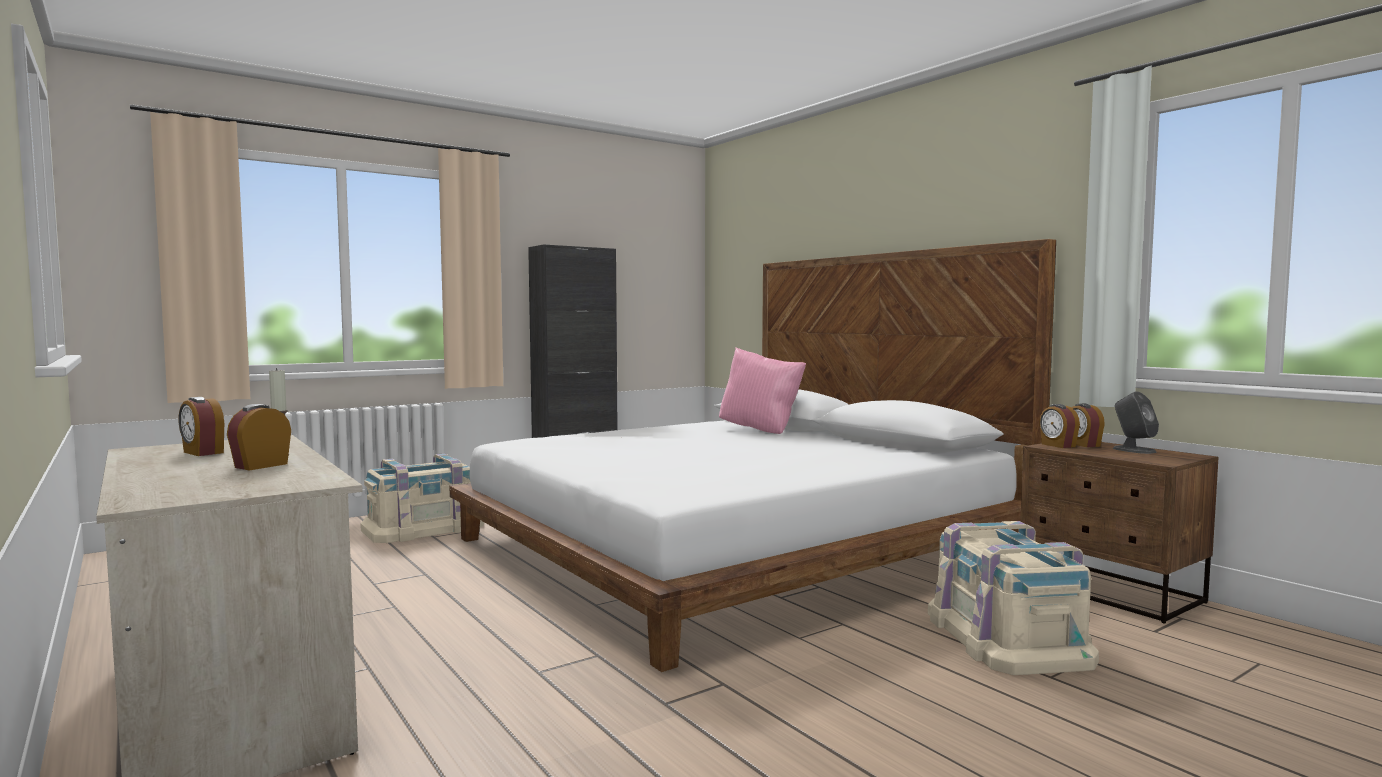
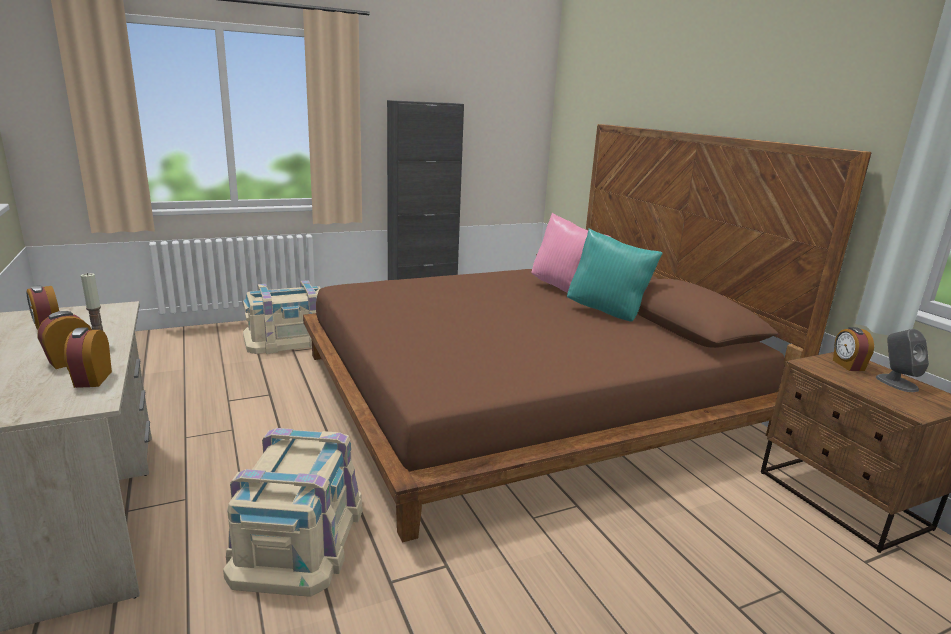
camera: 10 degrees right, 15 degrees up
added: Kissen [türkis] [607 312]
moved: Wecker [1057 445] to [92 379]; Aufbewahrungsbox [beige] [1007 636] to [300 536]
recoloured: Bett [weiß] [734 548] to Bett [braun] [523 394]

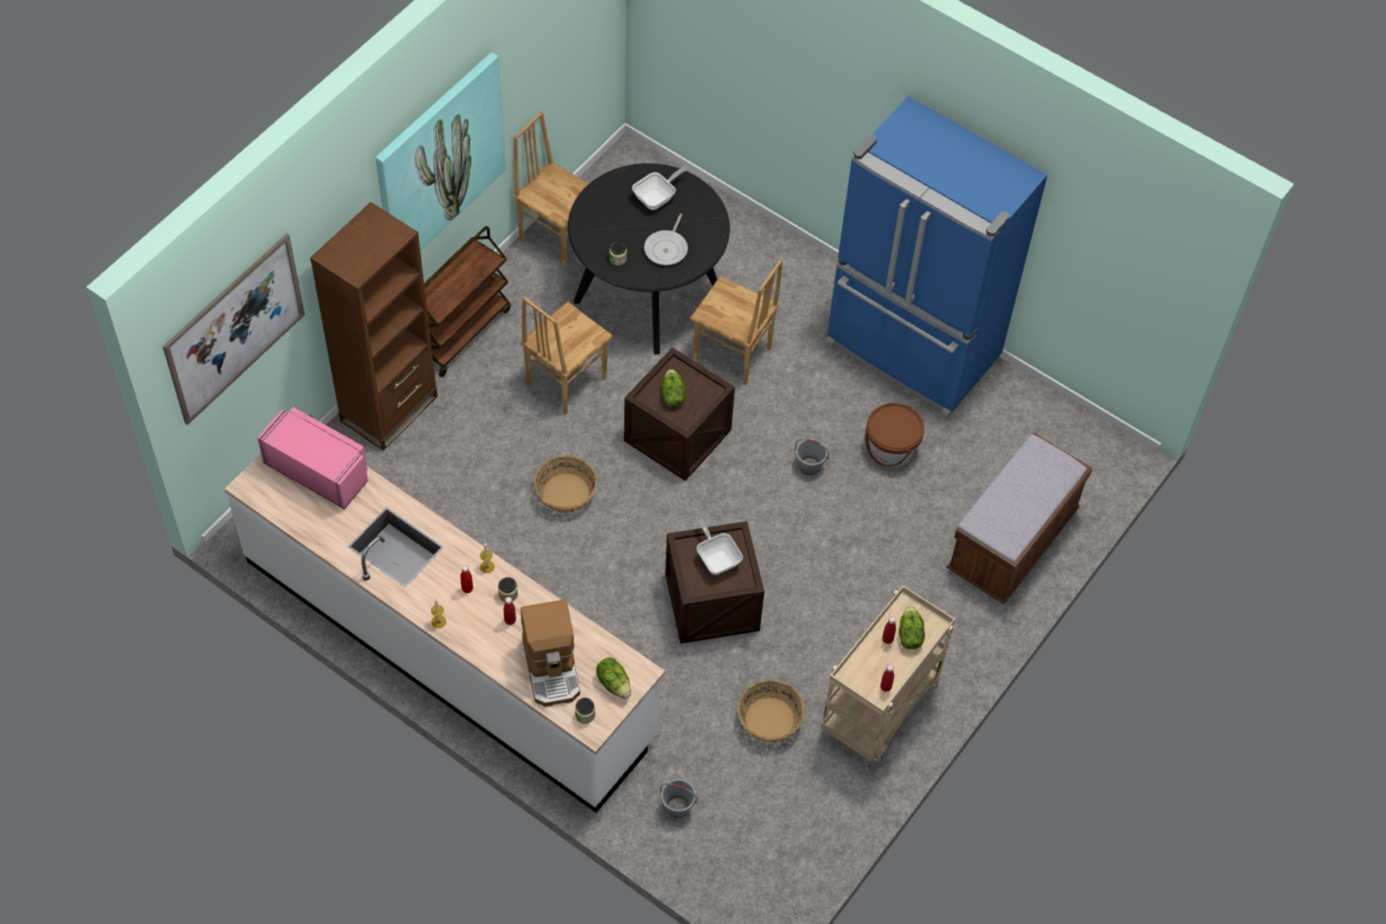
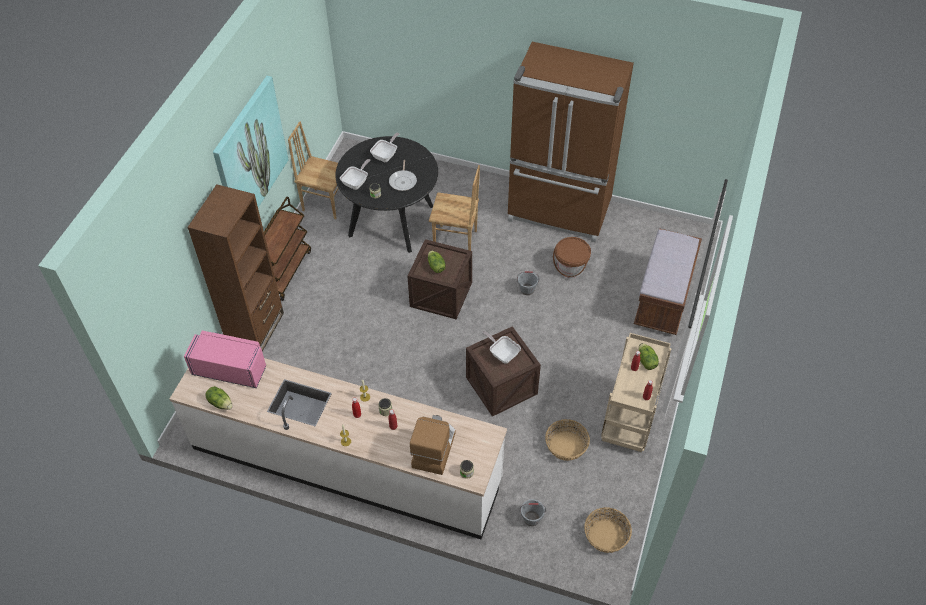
camera: 15 degrees left, 5 degrees down
removed: Bild [235 329]; Stuhl [braun] [565 381]
added: Pfanne [356 182]
moved: Salatkopf [614 683] to [221 403]; Korb [565 494] to [606 536]
recoloured: Kühlschrank [blau] [911 354] to Kühlschrank [braun] [559 212]
turned: Kaffeemaschine [552 668] = [433 448] 135 degrees counterclockwise

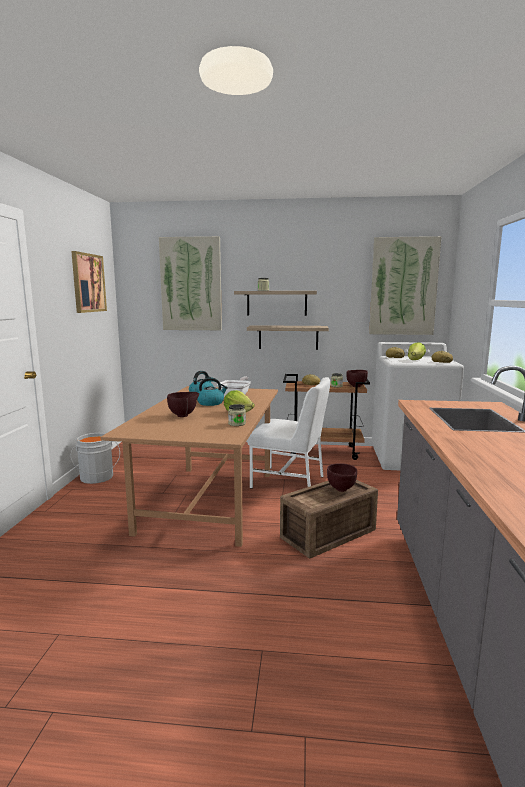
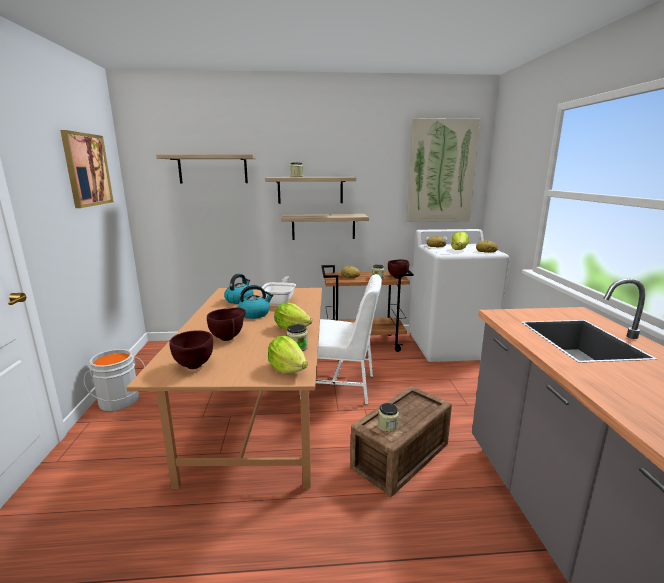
camera: 10 degrees left, 5 degrees up
added: Salatkopf [287 369]; Vorratsglas [387 426]
moved: Schüssel [braun] [341 490] to [194 367]
replaced: Bild [191 284] to Wandregal [213 169]

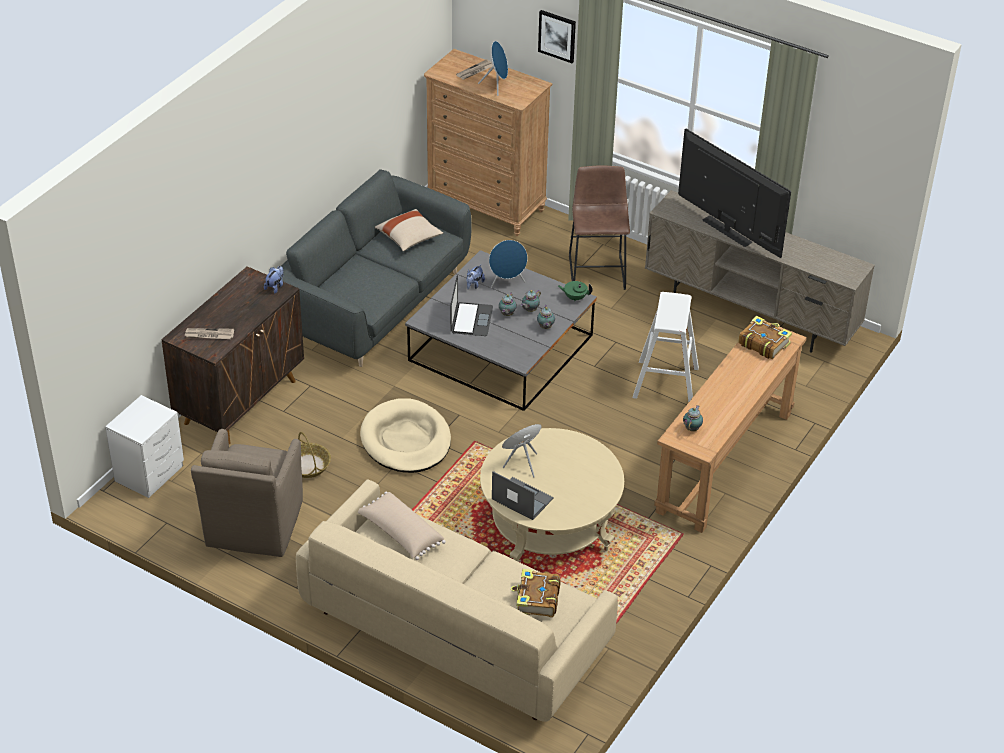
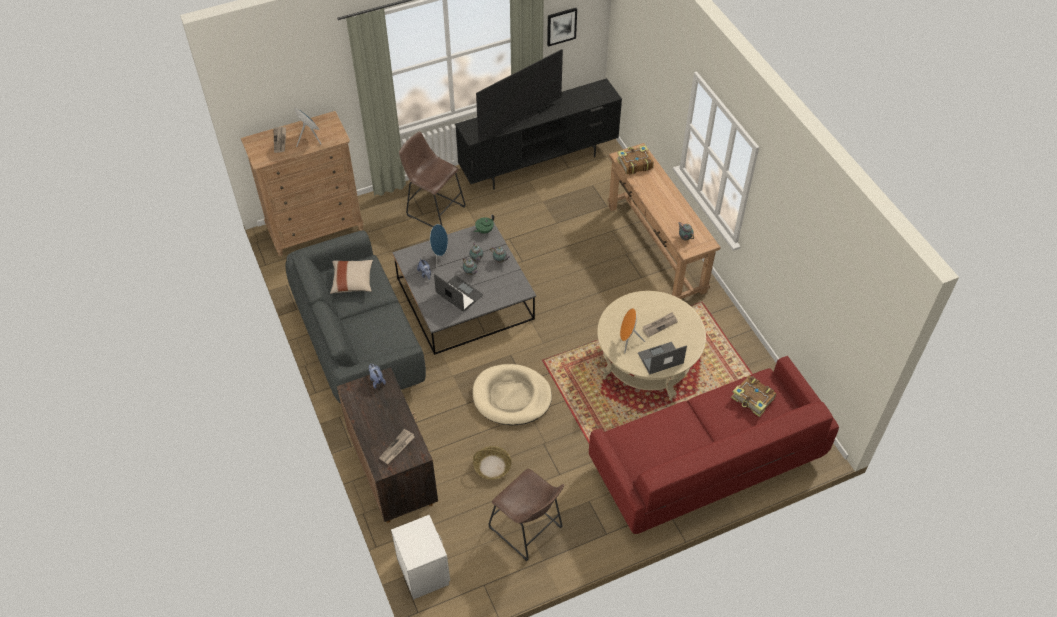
camera: 55 degrees left, 10 degrees up
removed: Kissen [beige] [400 533]; Hocker [weiß] [665 382]
added: Zeitung [659 325]
moved: Bild [557 36] to [561 26]
replaced: Sessel [braun] [253 526] to Hocker [braun] [528 530]
recoloured: Fernsehschrank [beige] [751 314] to Fernsehschrank [schwarz] [539 163]; Sofa [beige] [456 629] to Sofa [rot] [705 461]
turned: Fernseher [727 231] = [519 121] 150 degrees clockwise

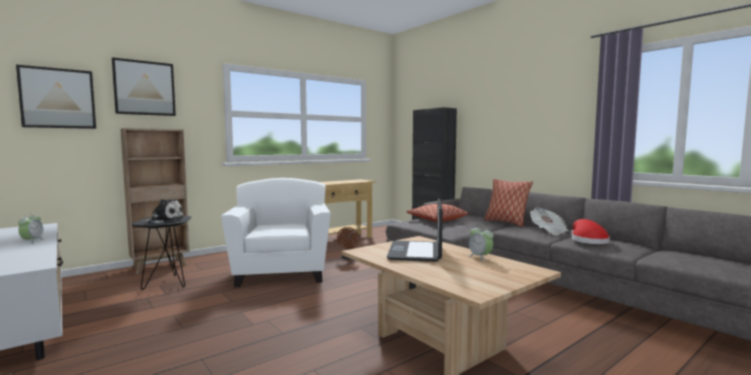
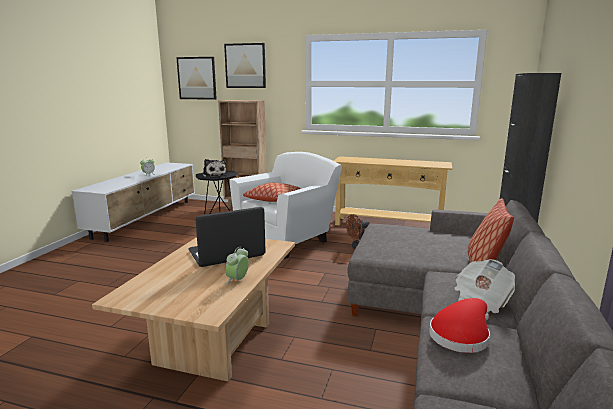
camera: 55 degrees right, 10 degrees up
moved: Kissen [436 219] to [272 198]

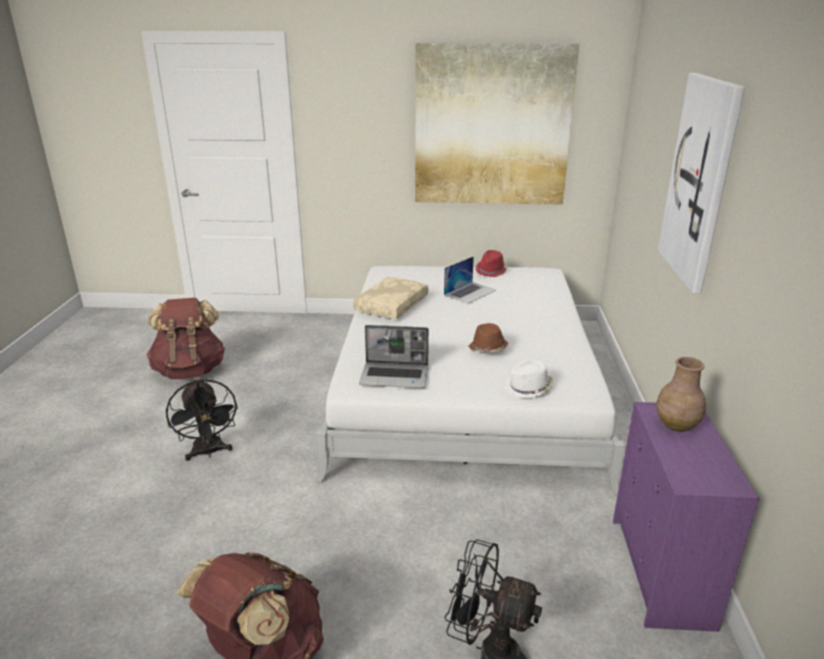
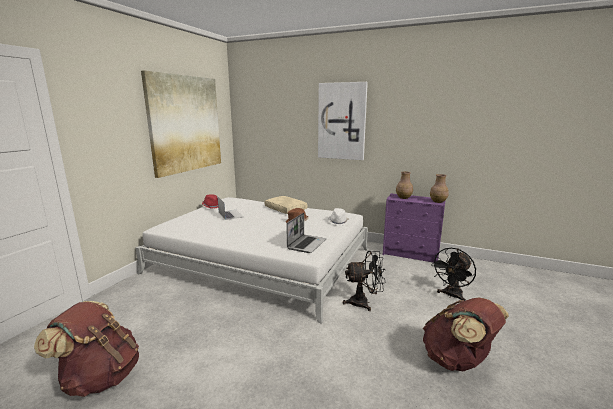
camera: 70 degrees left, 10 degrees down
added: Vase [braun] [438 201]
moved: Kissen [beige] [391 305] to [285 209]; Ventilator [schwarz] [208 452] to [364 303]

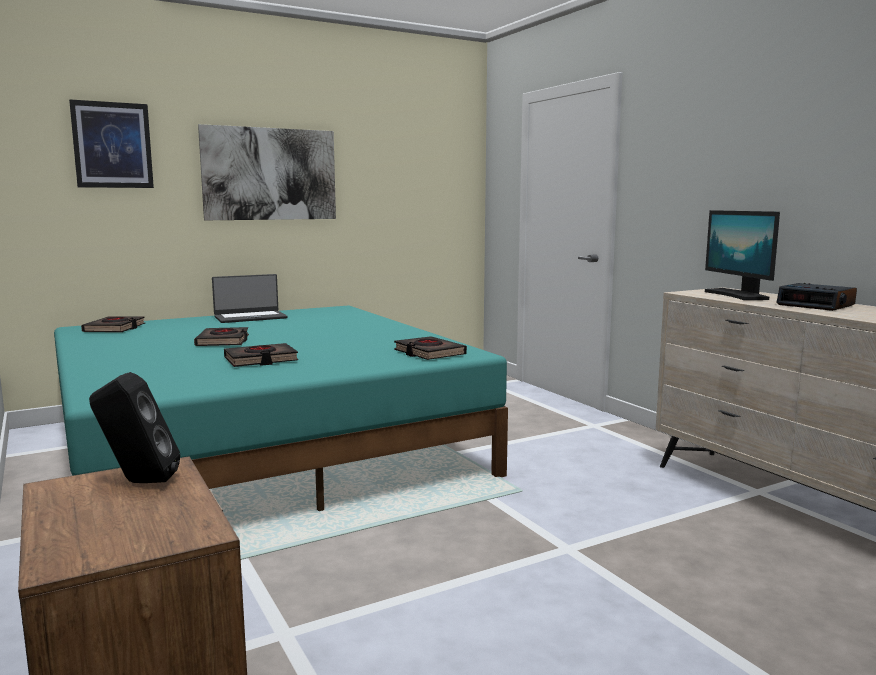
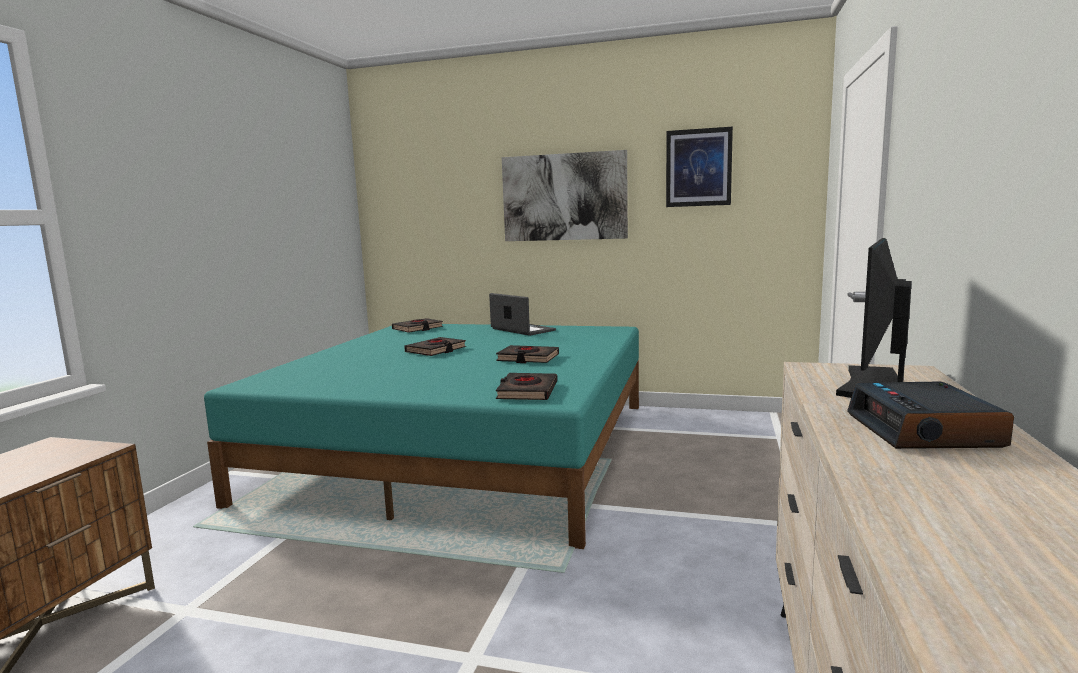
camera: 45 degrees right, 0 degrees up
removed: Lautsprecher [schwarz] [138 482]
moved: Buch [schwarz] [261 360] to [528 358]; Bild [112 145] to [698 168]
turned: Laptop [250 317] = [522 330] 150 degrees counterclockwise

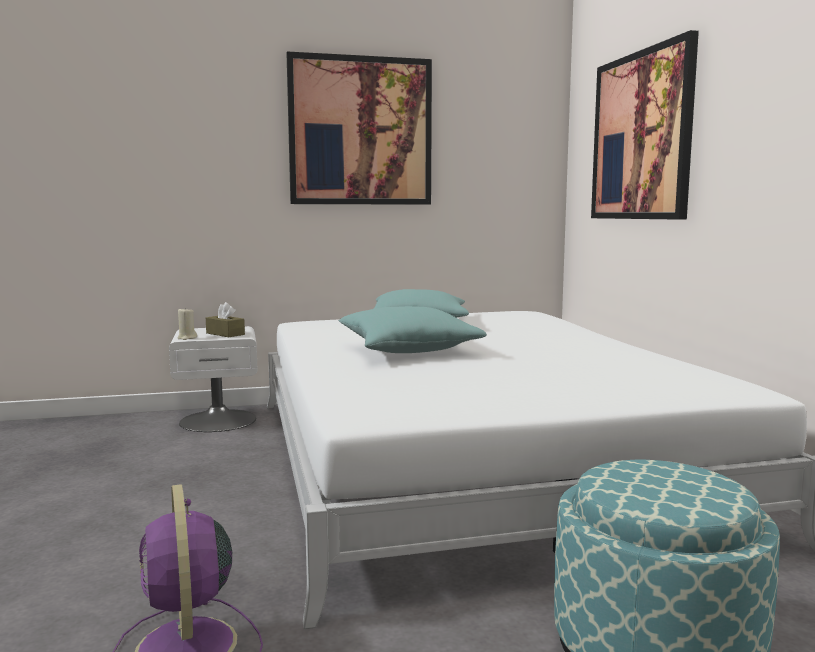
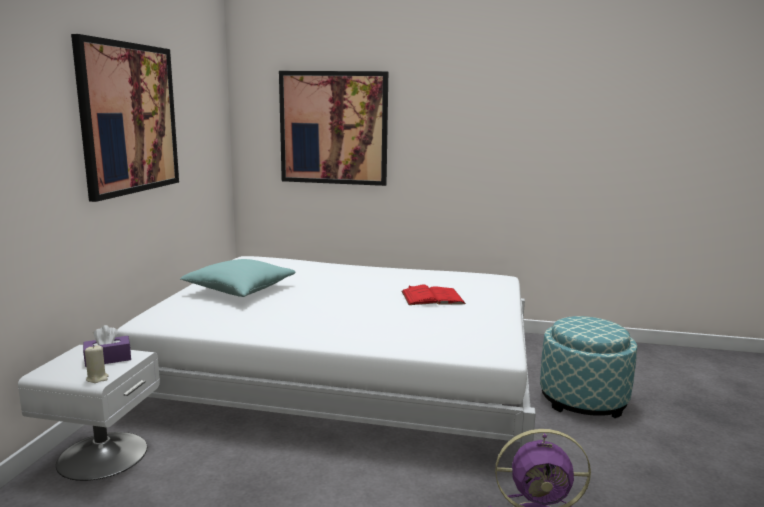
camera: 65 degrees left, 5 degrees up
removed: Kissen [türkis] [408 350]
added: Buch [rot] [432 297]
recoloured: Taschentuchbox [braun] [225 334] to Taschentuchbox [lila] [108 359]

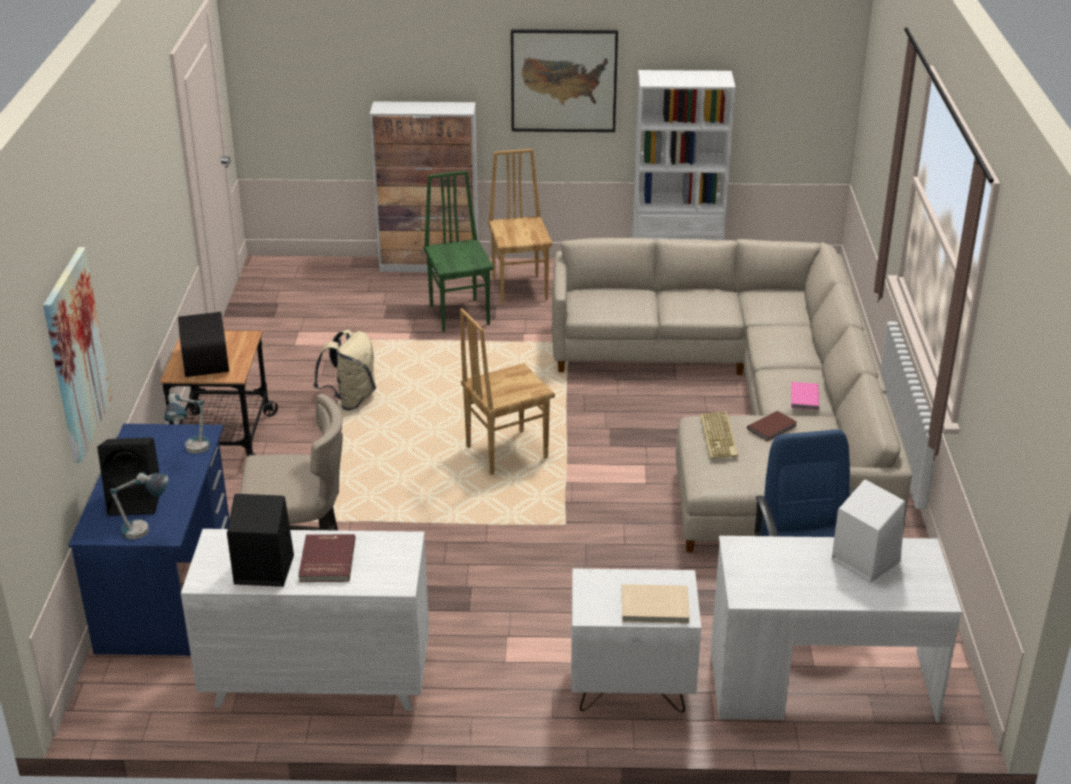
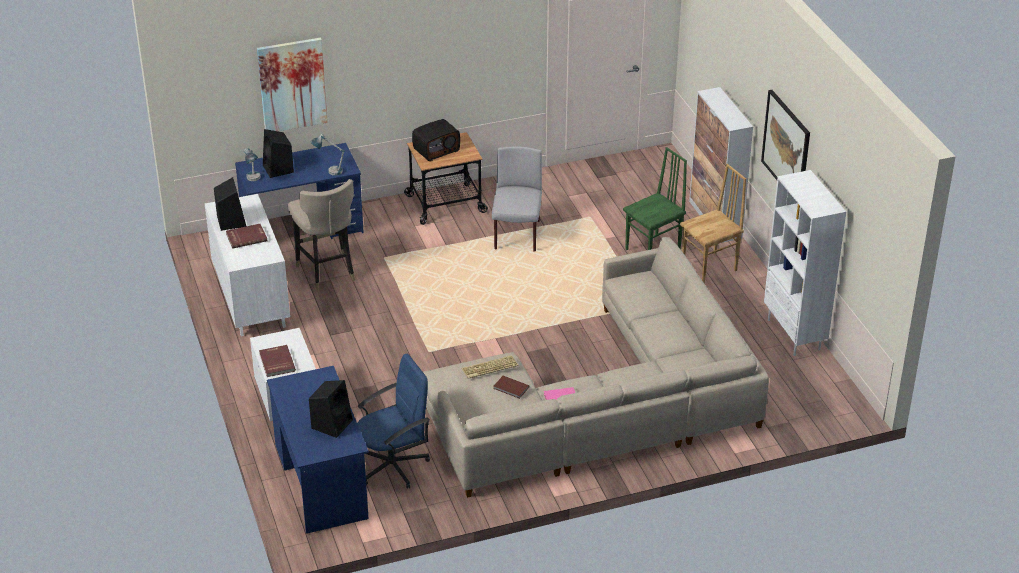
camera: 70 degrees right, 5 degrees up
removed: Stuhl [braun] [505 452]
replaced: Rucksack [beige] [350 400] to Stuhl [grau] [517 236]
recoloured: Buch [beige] [655 607] to Buch [rot] [276 362]; Schreibtisch [weiß] [821 685] to Schreibtisch [blau] [321 481]; Lautsprecher [weiß] [864 560] to Lautsprecher [schwarz] [332 423]

